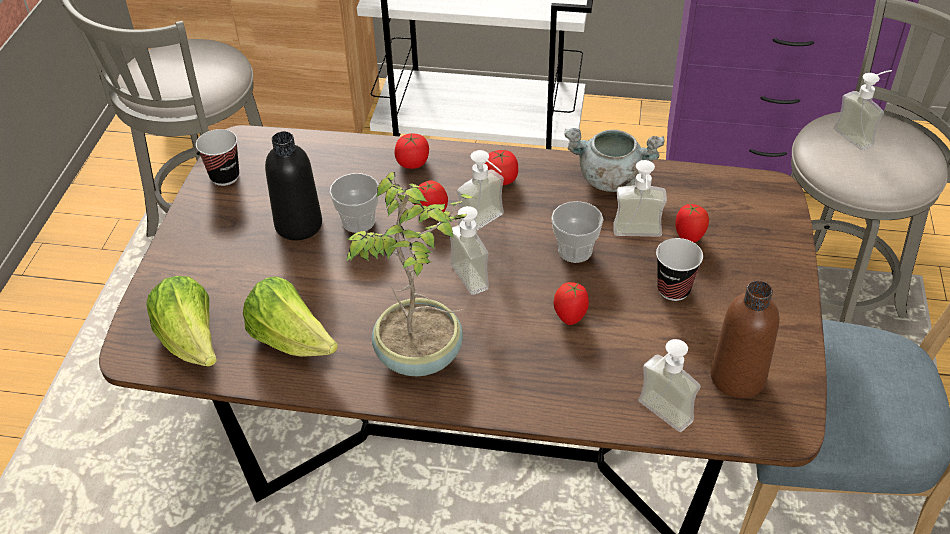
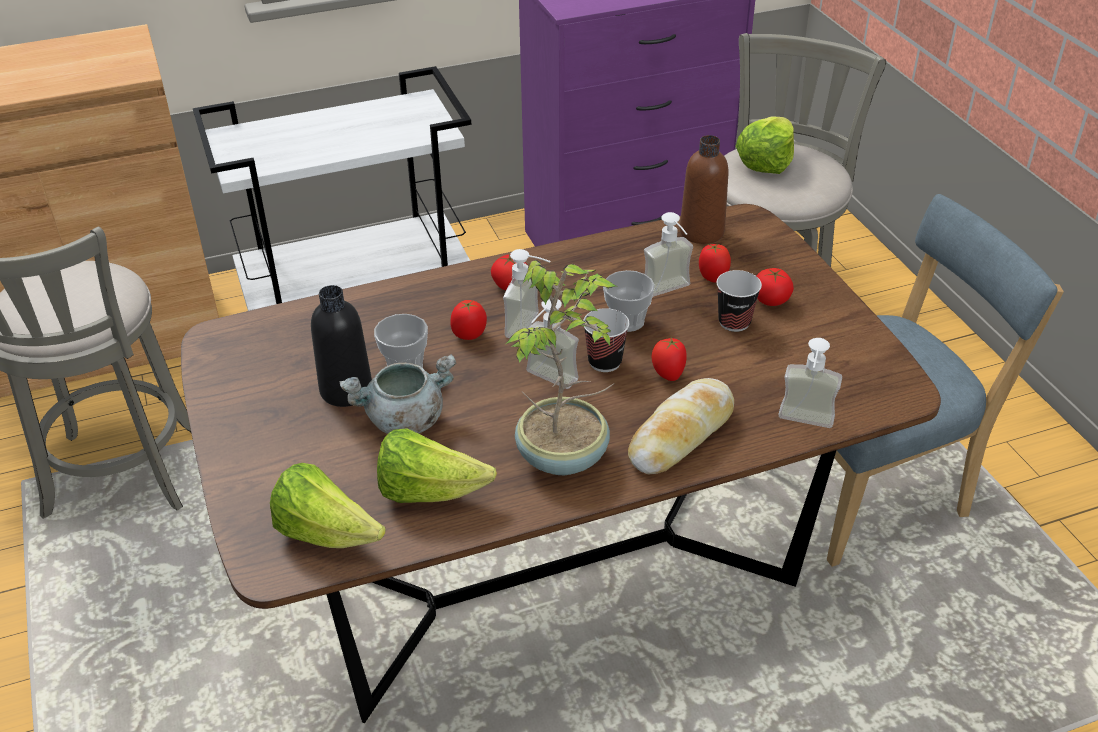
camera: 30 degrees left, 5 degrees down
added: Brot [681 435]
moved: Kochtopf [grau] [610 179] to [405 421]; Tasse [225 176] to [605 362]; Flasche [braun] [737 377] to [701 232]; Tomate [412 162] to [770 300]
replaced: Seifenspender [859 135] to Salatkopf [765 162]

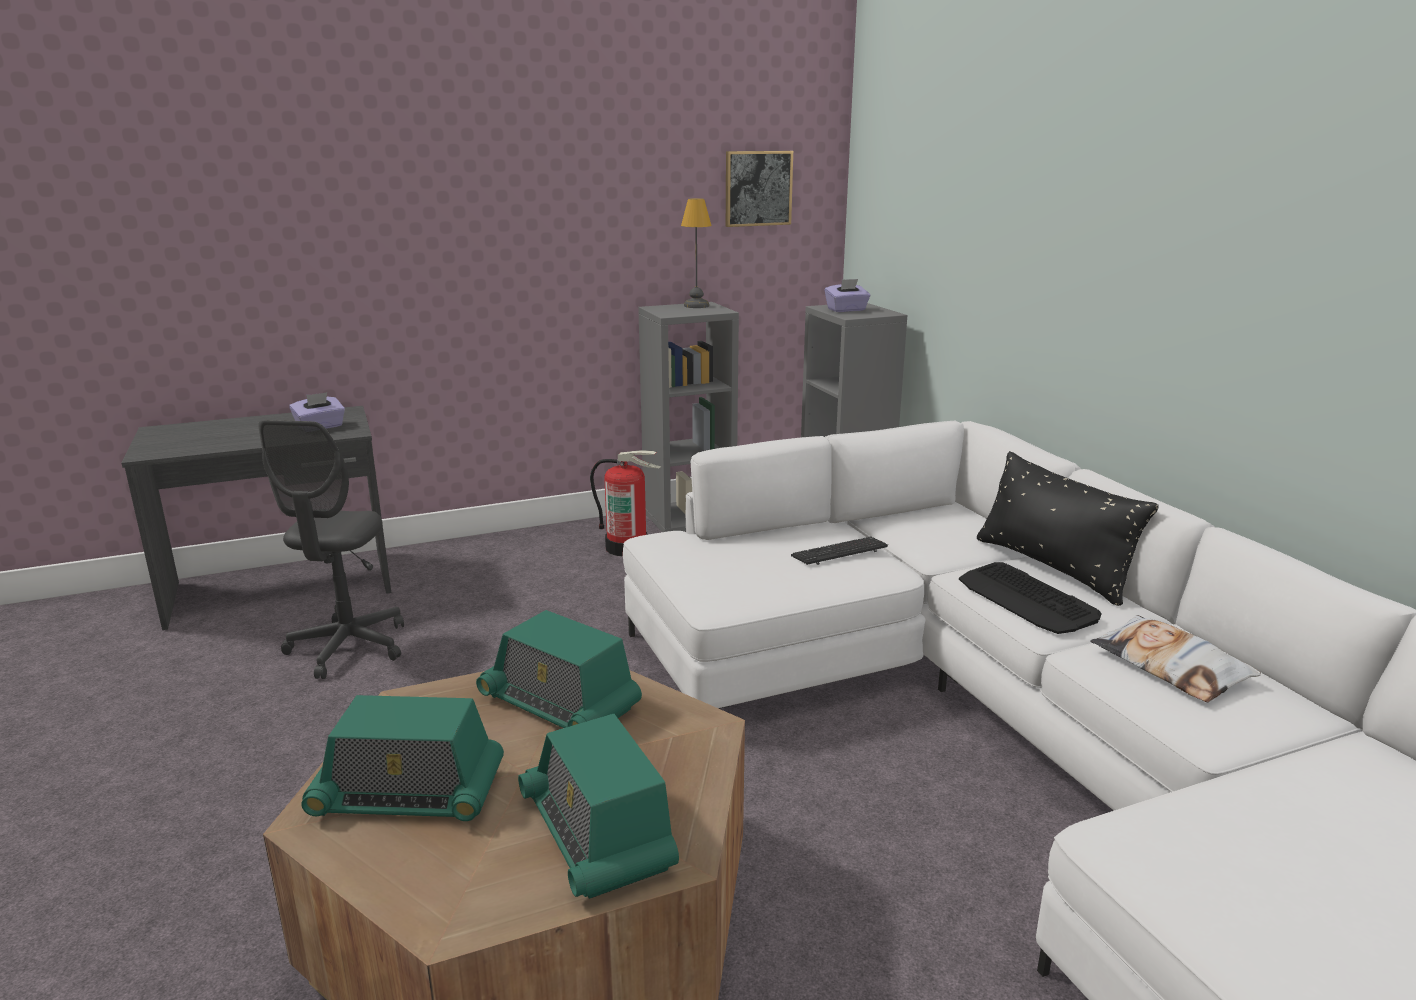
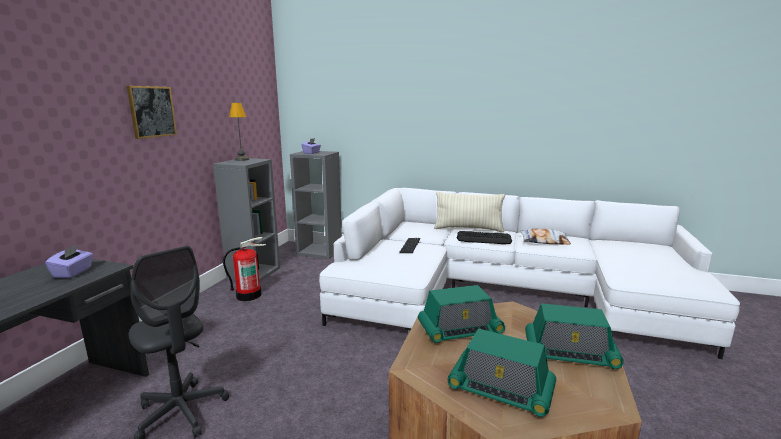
camera: 50 degrees left, 5 degrees down
moved: Bild [758 188] to [152 111]
recoloured: Kissen [schwarz] [1052 568] to Kissen [beige] [468 229]
turned: Radio [409 794] = [500 389] 75 degrees clockwise

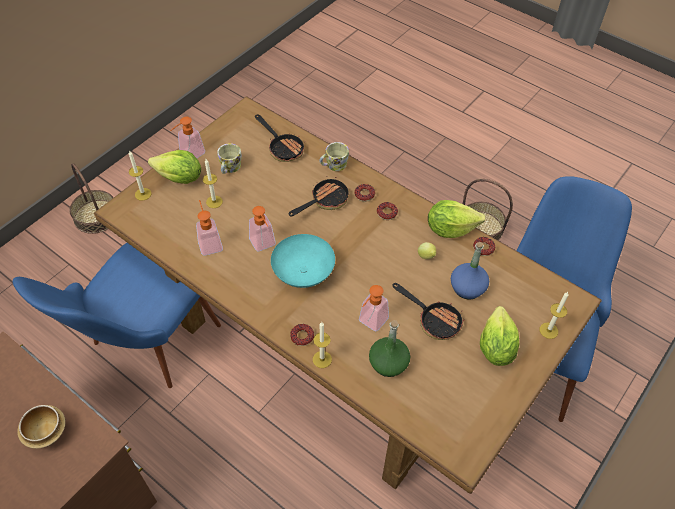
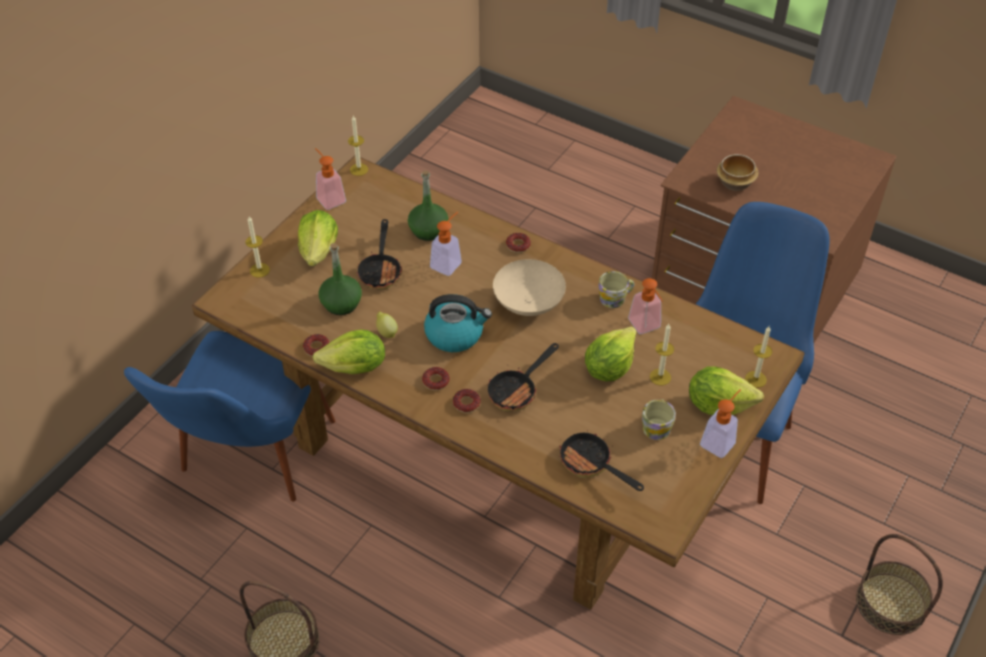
camera: 175 degrees right, 5 degrees down
added: Wasserkessel [455 334]; Salatkopf [609 367]
moved: Seifenspender [264 245] to [328 197]; Kerze [322 359] to [359 169]; Henkelbecher [333 165] to [615 298]
recoloured: Flasche [blau] [467 288] to Flasche [grün] [341 303]; Schüssel [türkis] [303 272] to Schüssel [beige] [529 304]
turned: Pfanne [434 320] = [381 270] 120 degrees counterclockwise

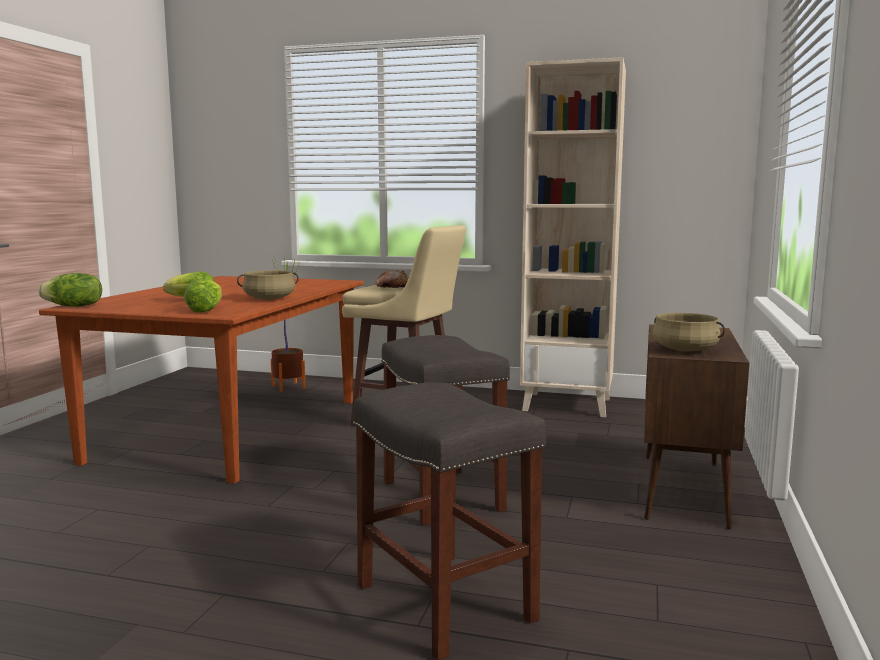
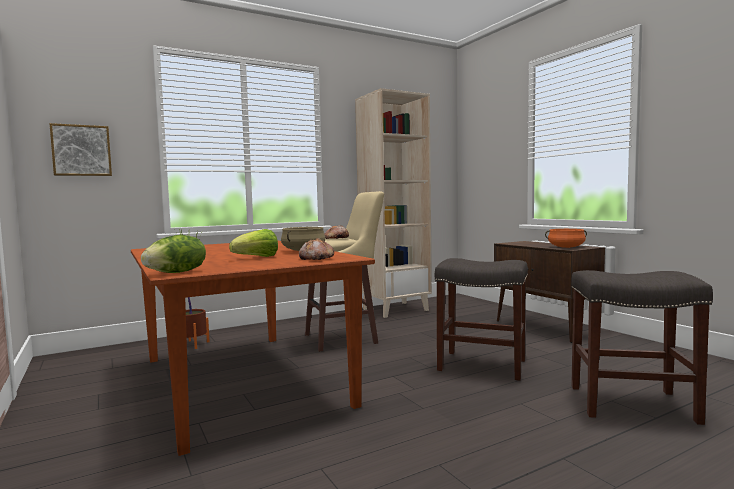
camera: 45 degrees left, 5 degrees down
added: Bild [81 150]
replaced: Salatkopf [206 310] to Brot [316 258]
recoloured: Kochtopf [beige] [685 350] to Kochtopf [orange] [566 247]

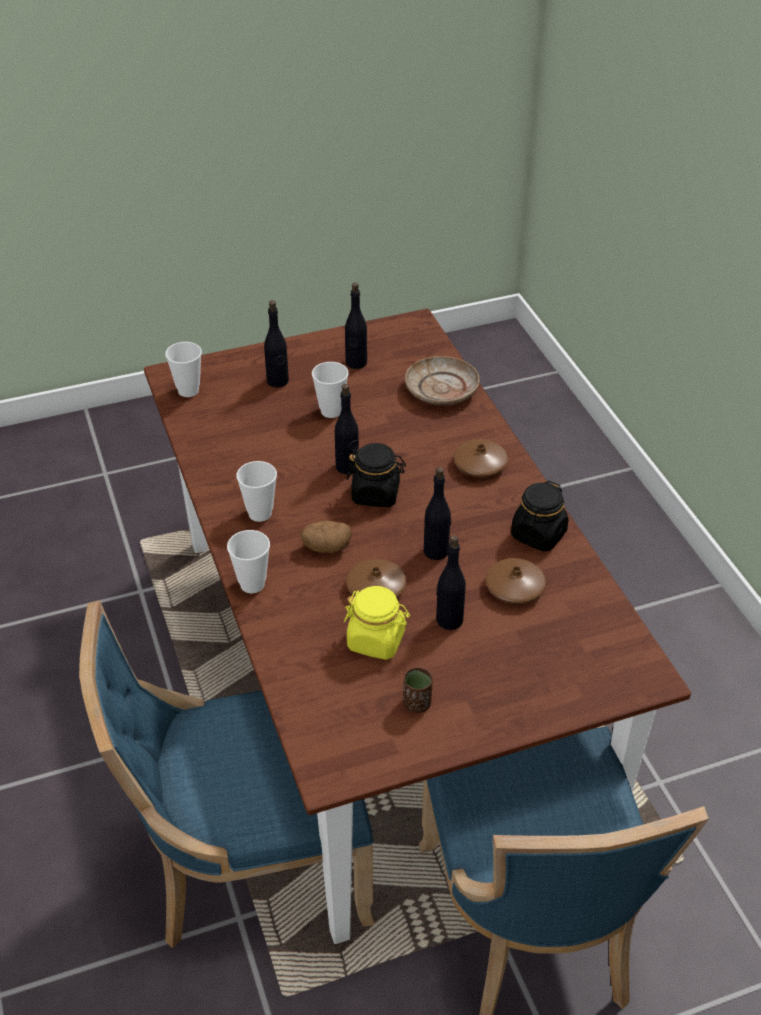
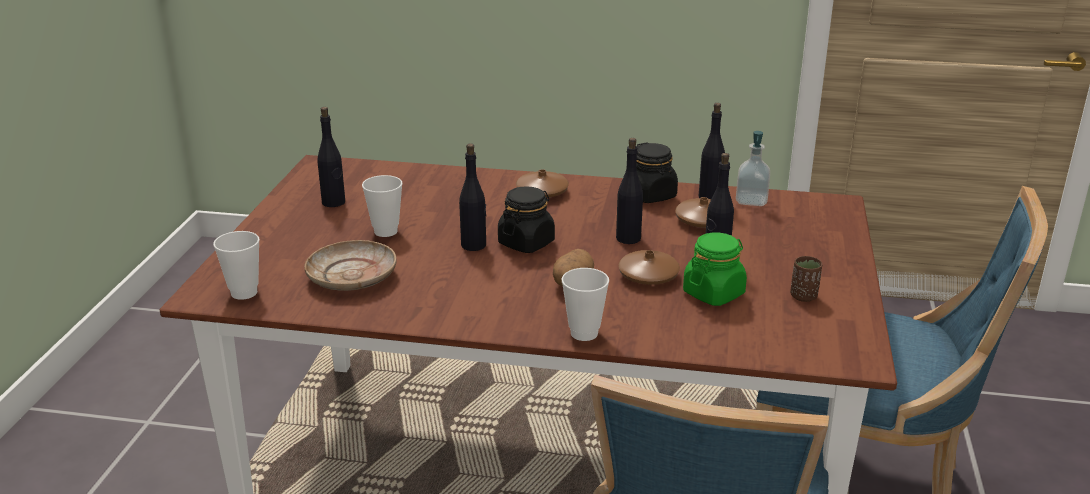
camera: 60 degrees left, 15 degrees down
removed: Tasse [260 513]
added: Seifenspender [751 200]
moved: Teller [beige] [441 390] to [352 277]; Flasche [schwarz] [277 381] to [710 197]
recoloured: Vorratsglas [gelb] [376 640] to Vorratsglas [grün] [713 293]

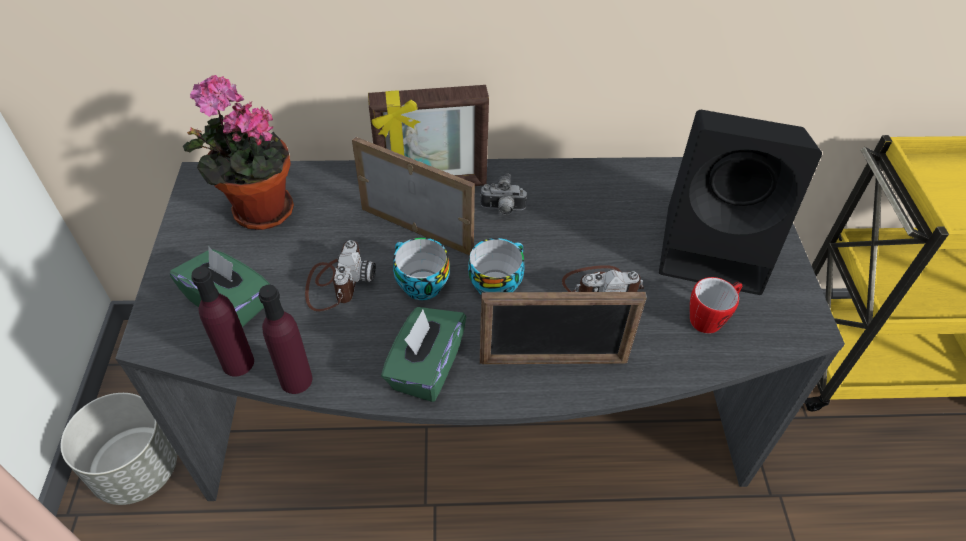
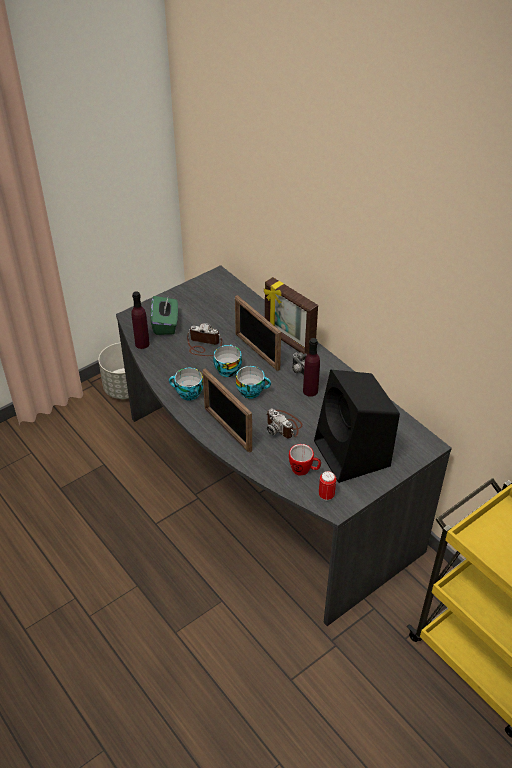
camera: 55 degrees right, 5 degrees down
removed: Topfpflanze [257 211]
added: Dose [326 495]
moved: Flasche [lila] [296 380] to [310 391]
replaced: Taschentuchbox [grün] [425 368] to Tasse [187 394]
turned: Kamera [336 283] = [204 346] 135 degrees counterclockwise; Bilderrahmen [417 230] = [257 351] 150 degrees clockwise

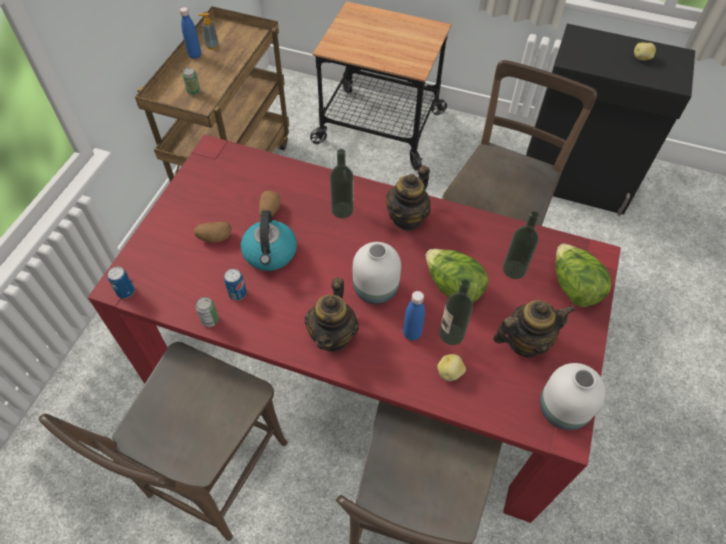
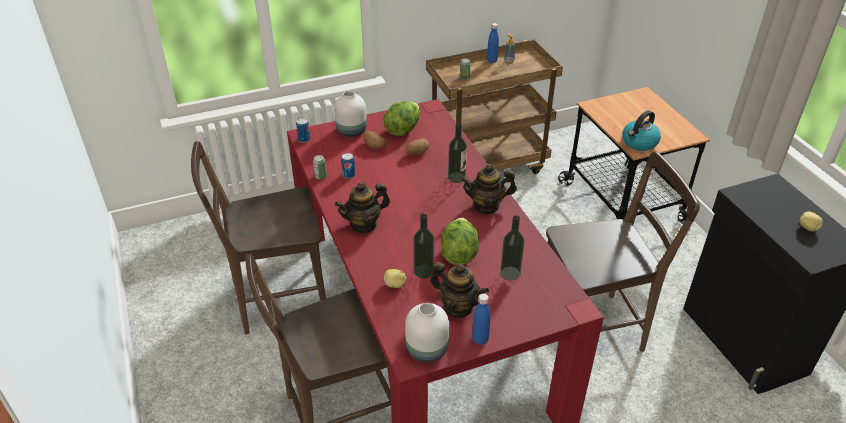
camera: 50 degrees right, 15 degrees down
moved: Vase [weiß] [376 288] to [352 131]; Salatkopf [573 287] to [403 129]; Flasche [blau] [412 333] to [480 339]; Wasserkessel [270 254] to [639 142]

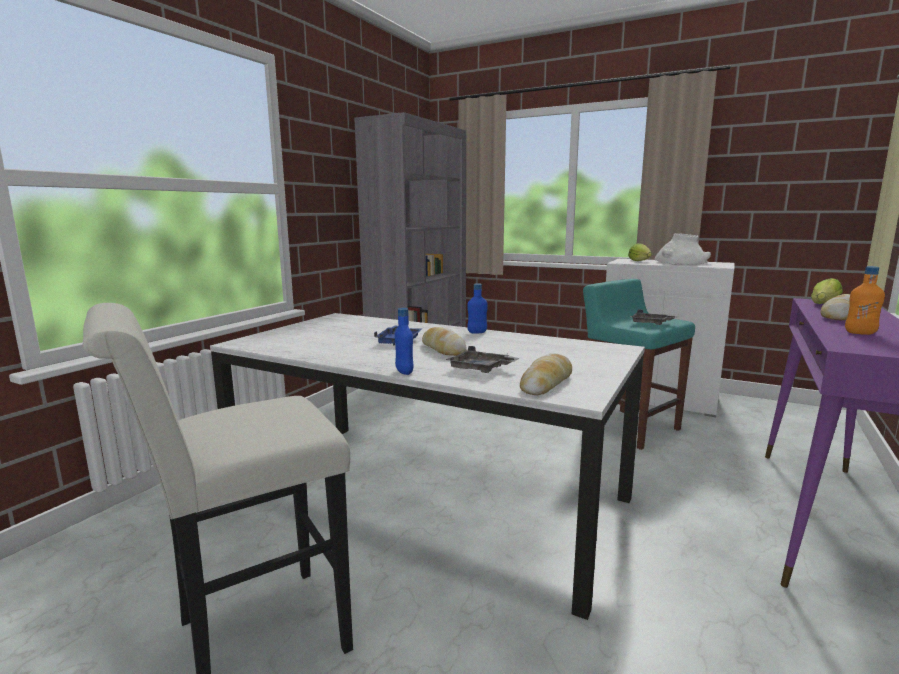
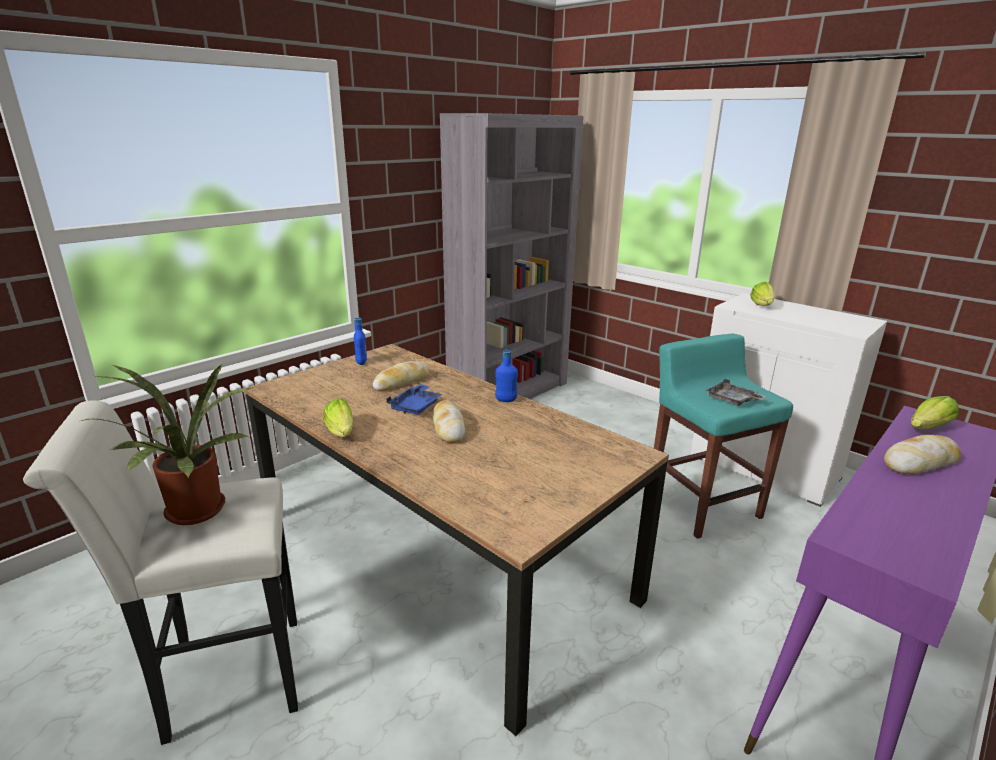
camera: 15 degrees right, 10 degrees up
removed: Tablett [grau] [480 369]; Vase [weiß] [681 262]; Flasche [orange] [860 333]
added: Topfpflanze [193 514]; Salatkopf [341 432]
moved: Flasche [blau] [404 372] to [361 362]; Brot [546 383] to [401 382]
recoloured: Esstisch [weiß] [428 495] to Esstisch [braun] [441 555]

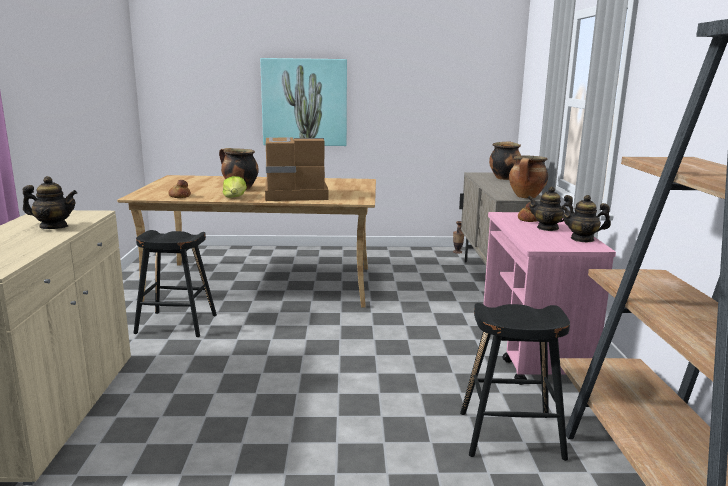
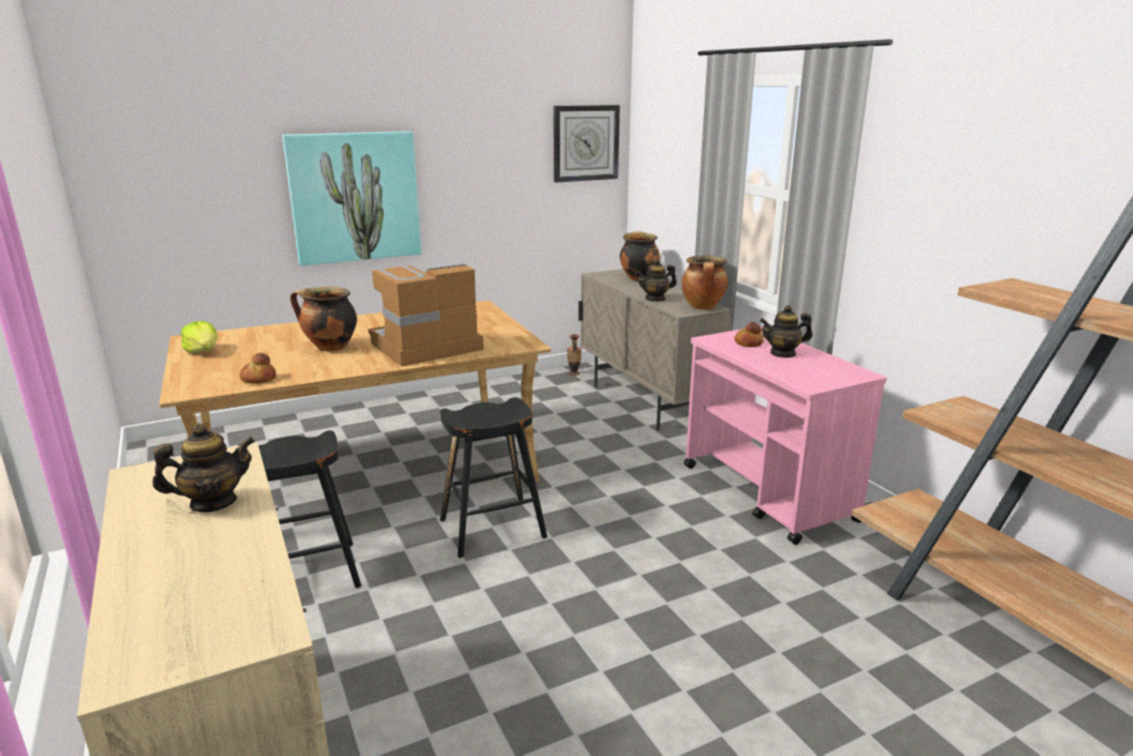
camera: 25 degrees left, 5 degrees up
added: Wanduhr [585 143]
moved: Salatkopf [235 197] to [203 351]; Hocker [schwarz] [511 435] to [493 528]; Teekanne [582 239] to [655 299]

